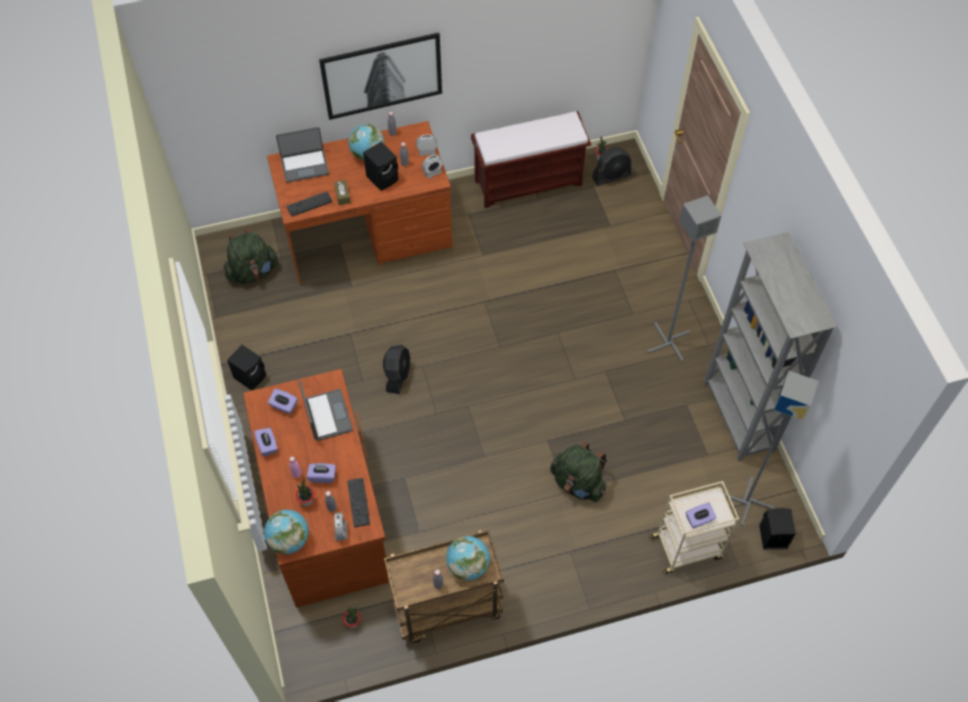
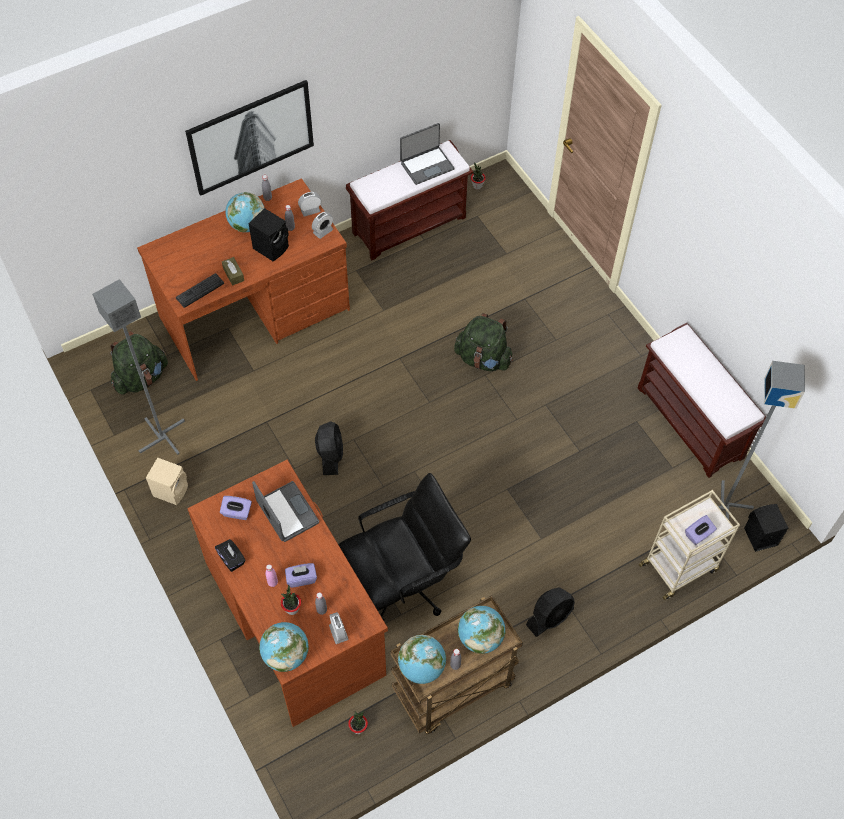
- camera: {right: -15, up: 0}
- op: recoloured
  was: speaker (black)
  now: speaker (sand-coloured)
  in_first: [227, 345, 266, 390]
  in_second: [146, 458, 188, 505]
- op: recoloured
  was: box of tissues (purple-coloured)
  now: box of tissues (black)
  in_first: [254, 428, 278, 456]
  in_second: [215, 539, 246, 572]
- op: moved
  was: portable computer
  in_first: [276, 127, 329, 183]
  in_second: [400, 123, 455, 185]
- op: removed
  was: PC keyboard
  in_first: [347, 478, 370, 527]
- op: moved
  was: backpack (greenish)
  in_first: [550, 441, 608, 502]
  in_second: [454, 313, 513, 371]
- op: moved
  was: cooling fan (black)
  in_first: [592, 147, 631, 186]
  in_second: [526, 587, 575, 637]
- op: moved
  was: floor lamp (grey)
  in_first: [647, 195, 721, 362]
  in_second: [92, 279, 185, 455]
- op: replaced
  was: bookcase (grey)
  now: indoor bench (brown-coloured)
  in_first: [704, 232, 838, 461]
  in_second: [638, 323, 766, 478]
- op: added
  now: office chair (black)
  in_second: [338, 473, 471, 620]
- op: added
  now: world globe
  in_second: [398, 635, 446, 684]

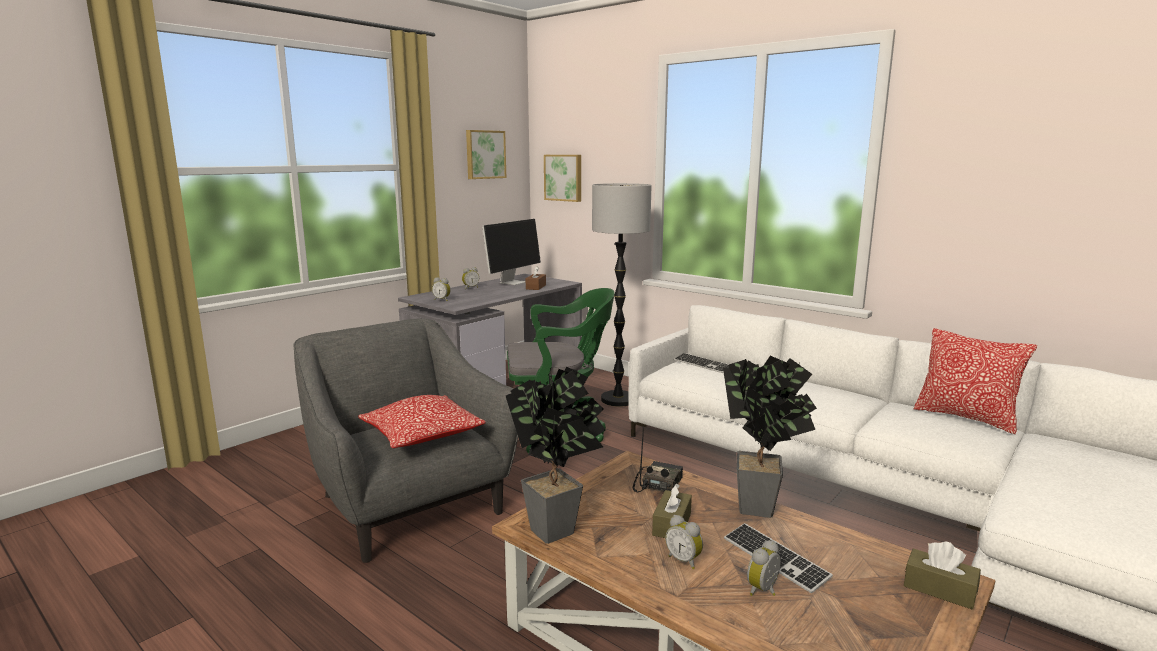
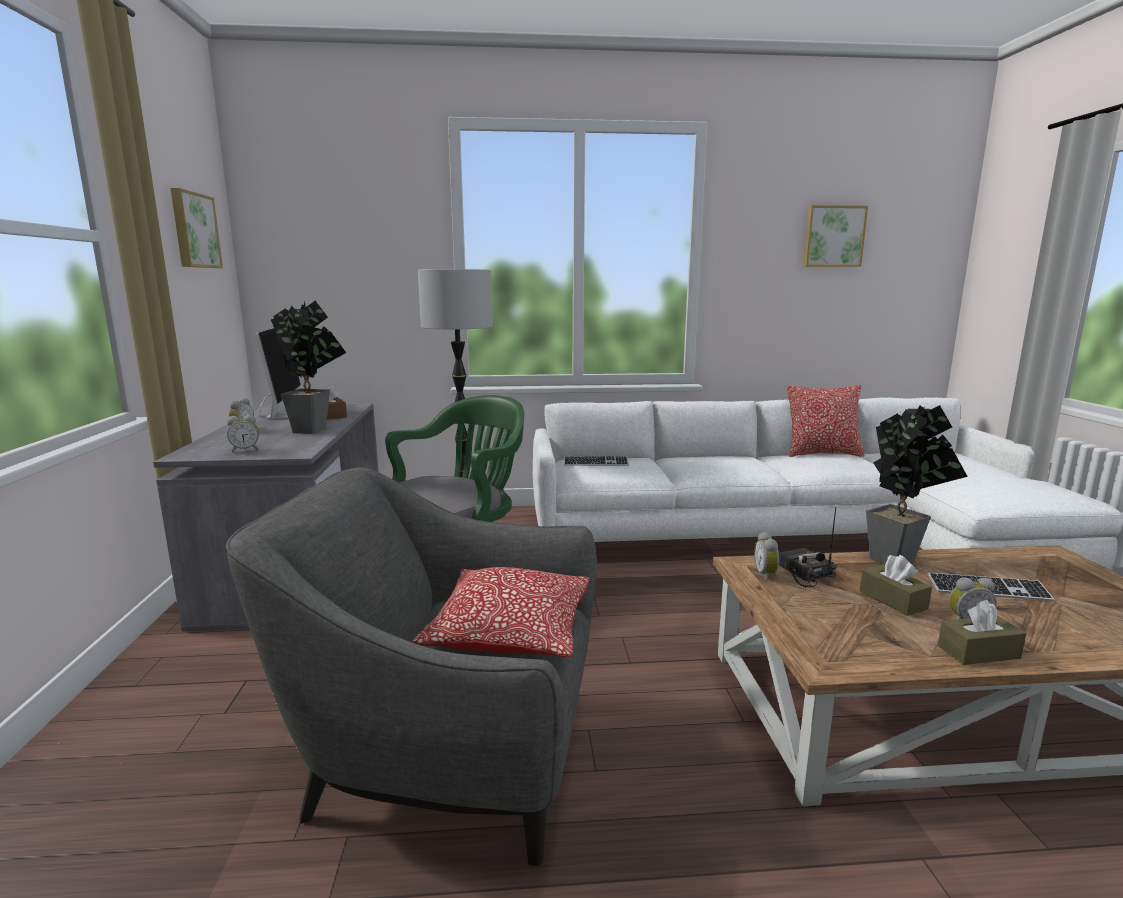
- camera: {right: -45, up: 0}
- op: moved
  was: houseplant
  in_first: [506, 367, 605, 544]
  in_second: [271, 301, 346, 434]
- op: moved
  was: picture
  in_first: [544, 155, 581, 202]
  in_second: [803, 205, 868, 267]
- op: moved
  was: table clock
  in_first: [747, 540, 781, 596]
  in_second: [754, 532, 779, 582]
- op: moved
  was: box of tissues (brown-coloured)
  in_first: [904, 542, 981, 610]
  in_second: [938, 600, 1026, 665]

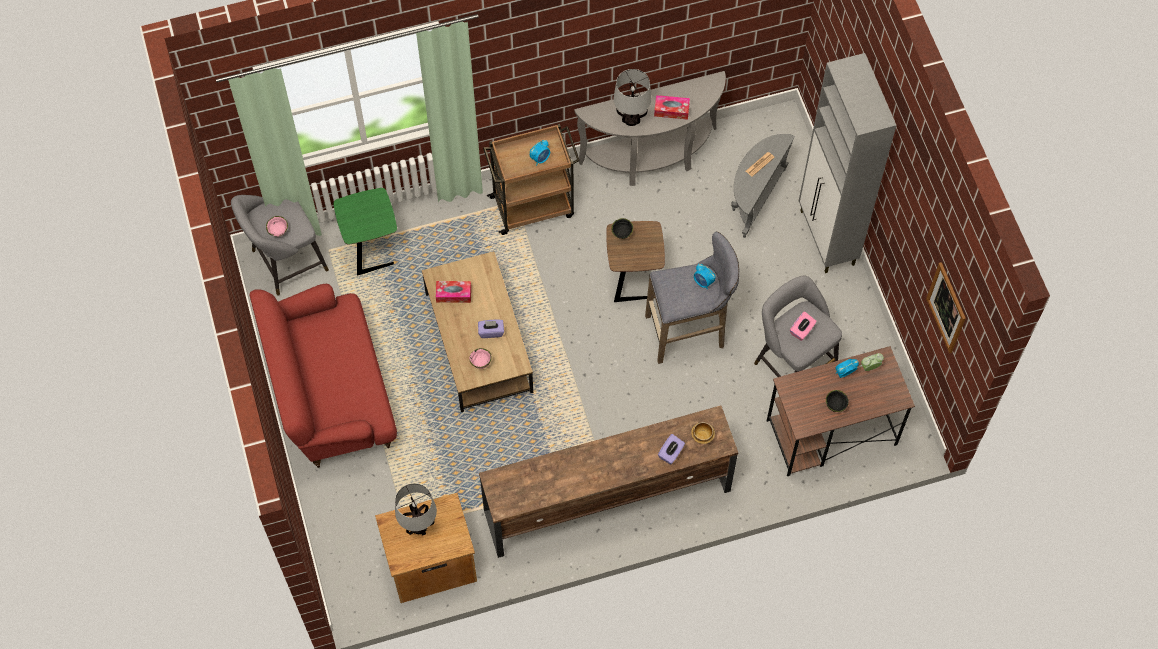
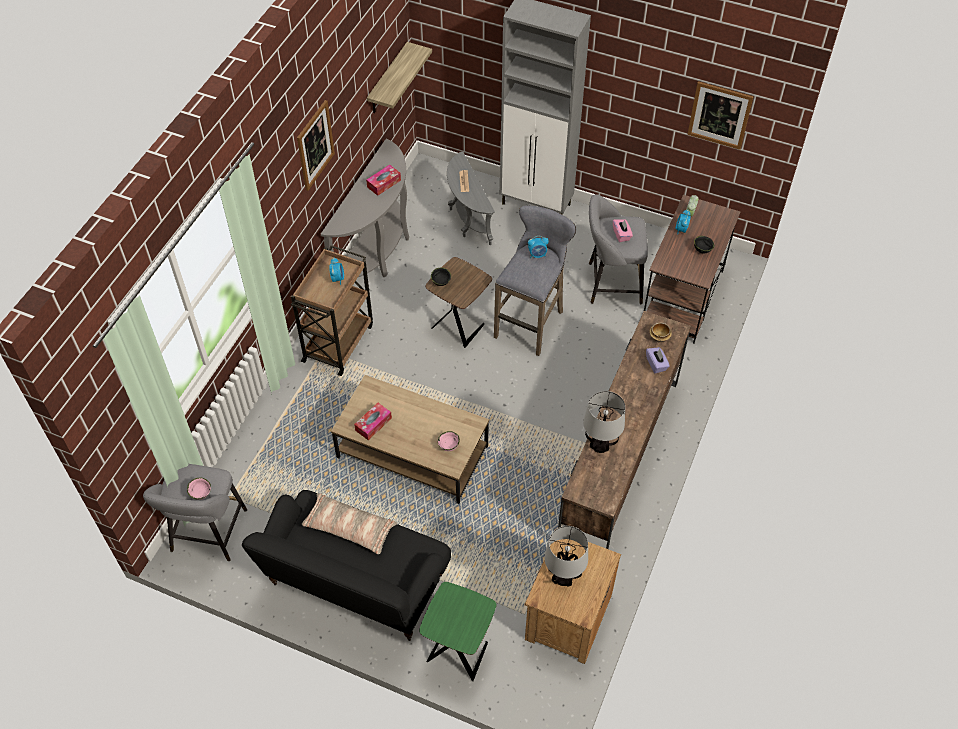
- camera: {right: -50, up: -10}
- op: recoloured
  was: sofa (red)
  now: sofa (black)
  in_first: [250, 284, 397, 468]
  in_second: [242, 490, 451, 641]
- op: moved
  was: end table (greenish)
  in_first: [333, 188, 397, 276]
  in_second: [419, 582, 497, 681]
- op: removed
  was: box of tissues (purple-coloured)
  in_first: [478, 320, 504, 338]
- op: moved
  was: tabletop lamp
  in_first: [613, 69, 651, 126]
  in_second: [583, 391, 625, 453]
- op: added
  now: picture
  in_second: [297, 100, 335, 191]
- op: added
  now: pillow
  in_second: [302, 493, 397, 554]
- op: added
  now: bracket shelf
  in_second: [367, 42, 432, 113]

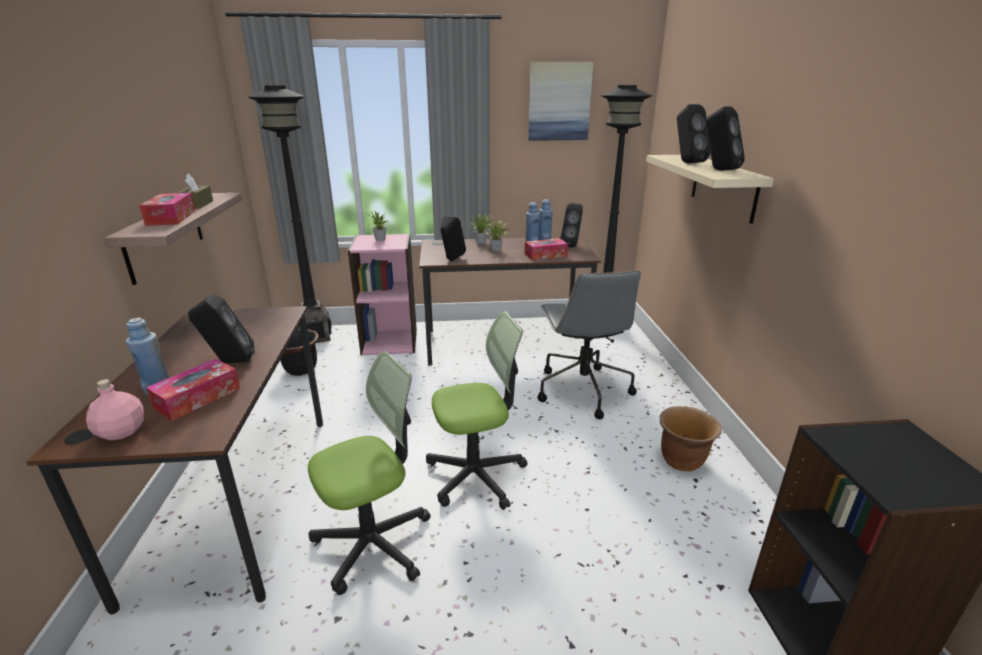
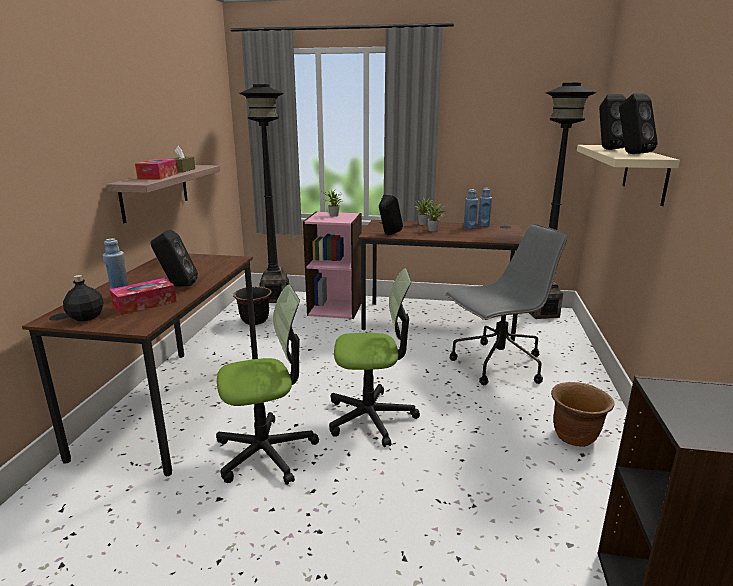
- camera: {right: 15, up: -5}
- op: recoloured
  was: beverage bottle (pinkish)
  now: beverage bottle (black)
  in_first: [86, 379, 144, 440]
  in_second: [63, 275, 104, 321]
- op: removed
  was: box of tissues
  in_first: [524, 238, 568, 260]
- op: removed
  was: picture
  in_first: [528, 62, 594, 141]
- op: turned
  was: office chair (grey)
  in_first: [537, 270, 641, 419]
  in_second: [445, 224, 567, 385]
  clockwise: -120
- op: removed
  was: speaker (black)
  in_first: [561, 203, 583, 247]

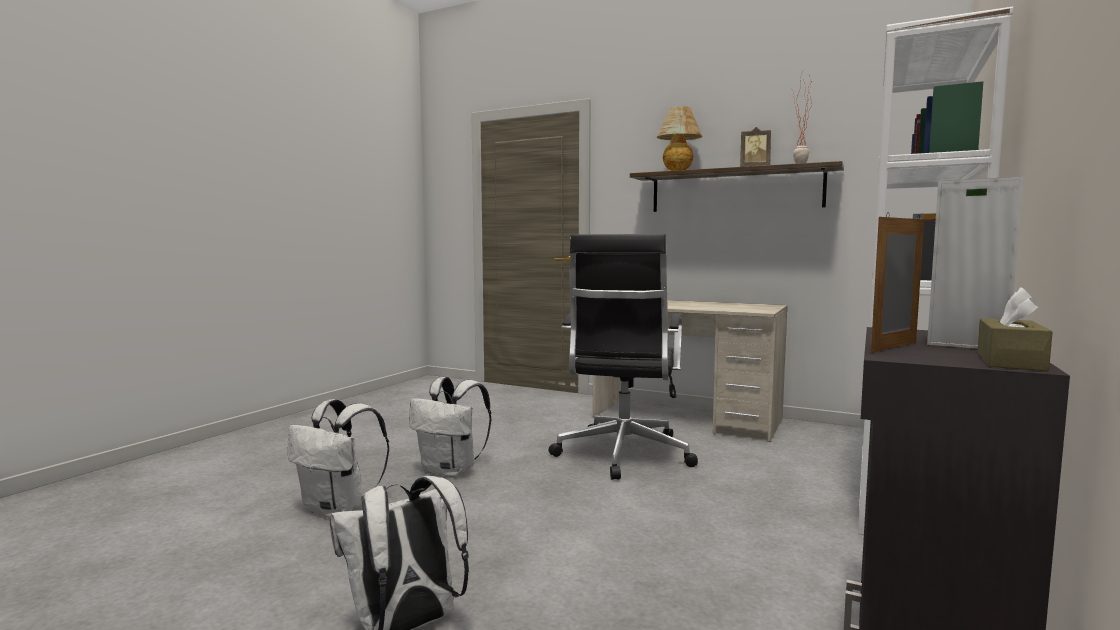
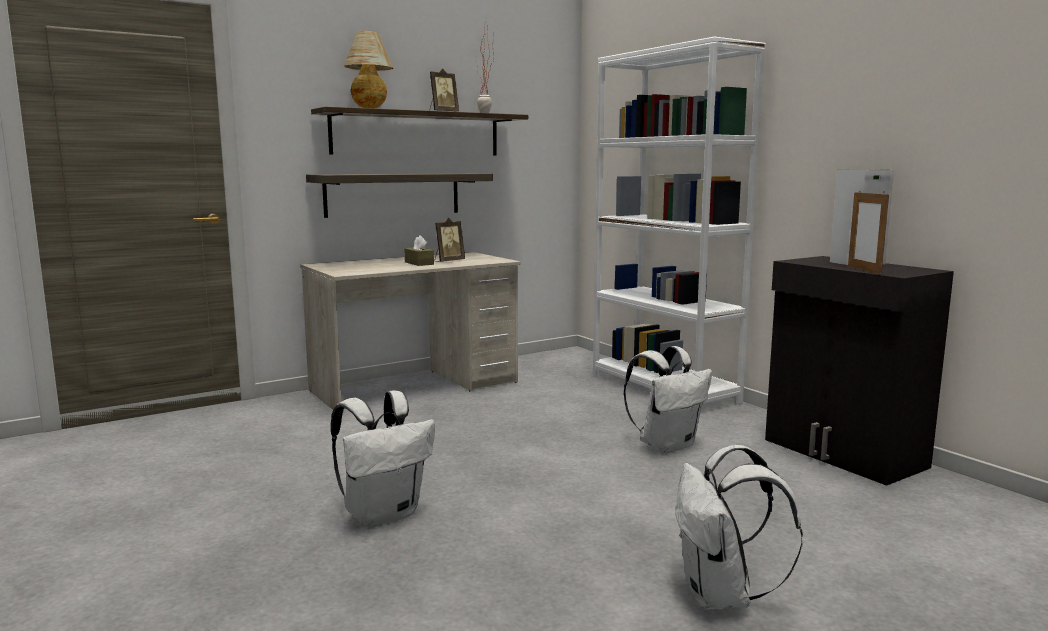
- camera: {right: -60, up: 5}
- op: moved
  was: backpack (white)
  in_first: [287, 399, 389, 518]
  in_second: [624, 346, 712, 453]
- op: removed
  was: office chair (black)
  in_first: [549, 234, 698, 480]
- op: moved
  was: box of tissues (brown-coloured)
  in_first: [977, 288, 1053, 371]
  in_second: [404, 235, 434, 266]
- op: added
  now: bracket shelf
  in_second: [306, 173, 493, 218]
- op: added
  now: photo frame
  in_second: [435, 218, 465, 262]

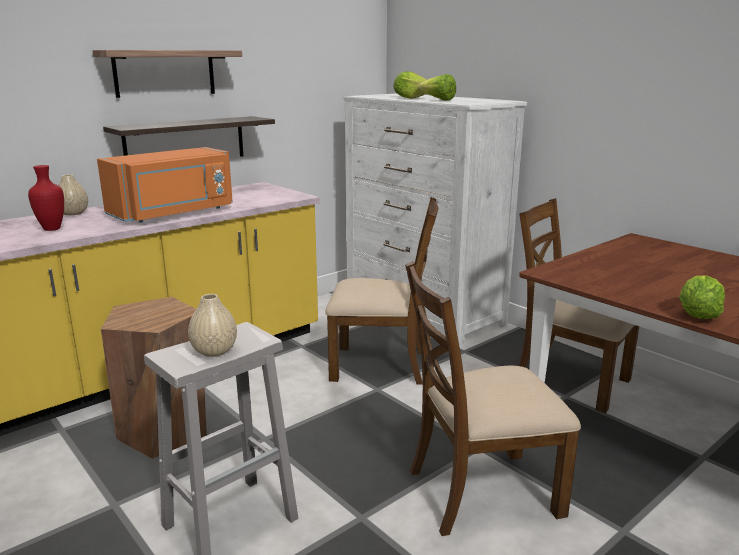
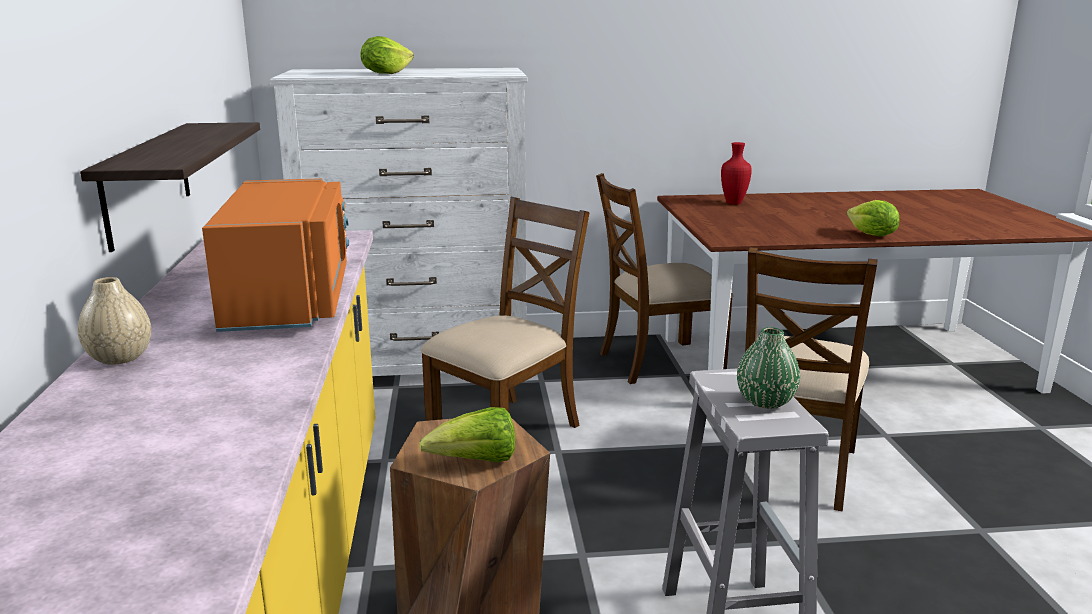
- camera: {right: -55, up: 0}
- op: moved
  was: vase (red)
  in_first: [28, 165, 64, 231]
  in_second: [721, 142, 752, 205]
- op: removed
  was: bracket shelf
  in_first: [92, 50, 242, 98]
- op: recoloured
  was: vase (sand-coloured)
  now: vase (greenish)
  in_first: [188, 294, 237, 357]
  in_second: [737, 327, 800, 409]
- op: moved
  was: lettuce
  in_first: [417, 74, 456, 101]
  in_second: [419, 407, 515, 463]

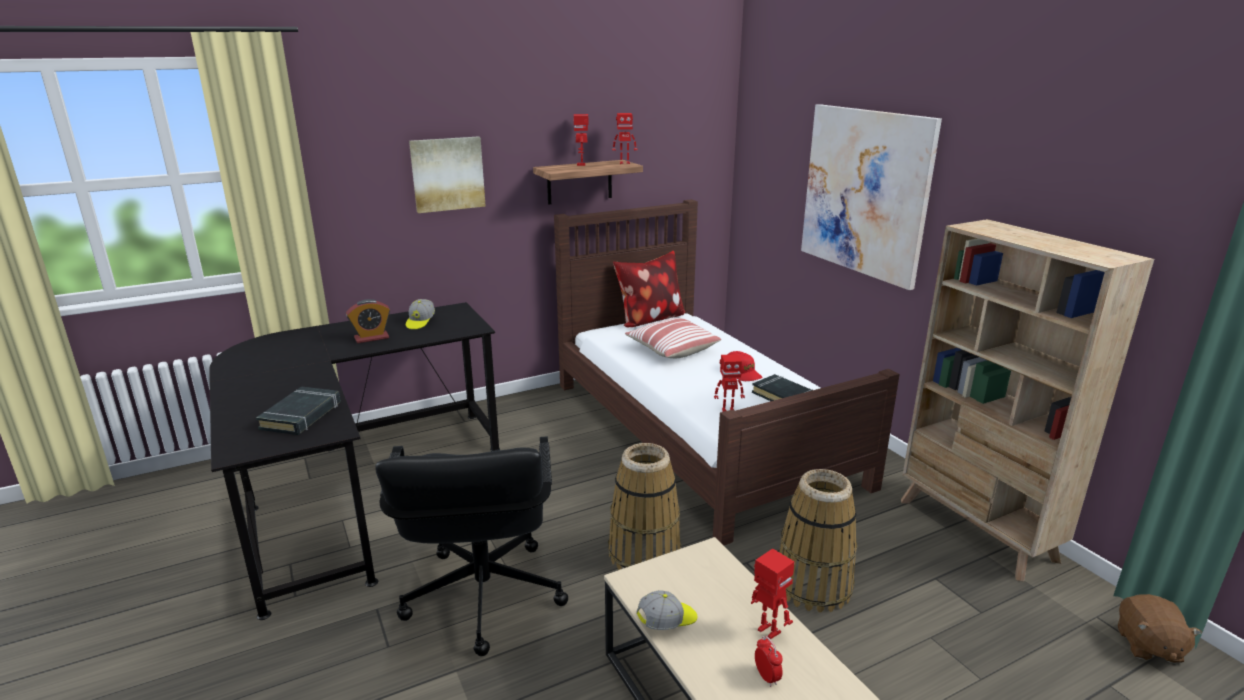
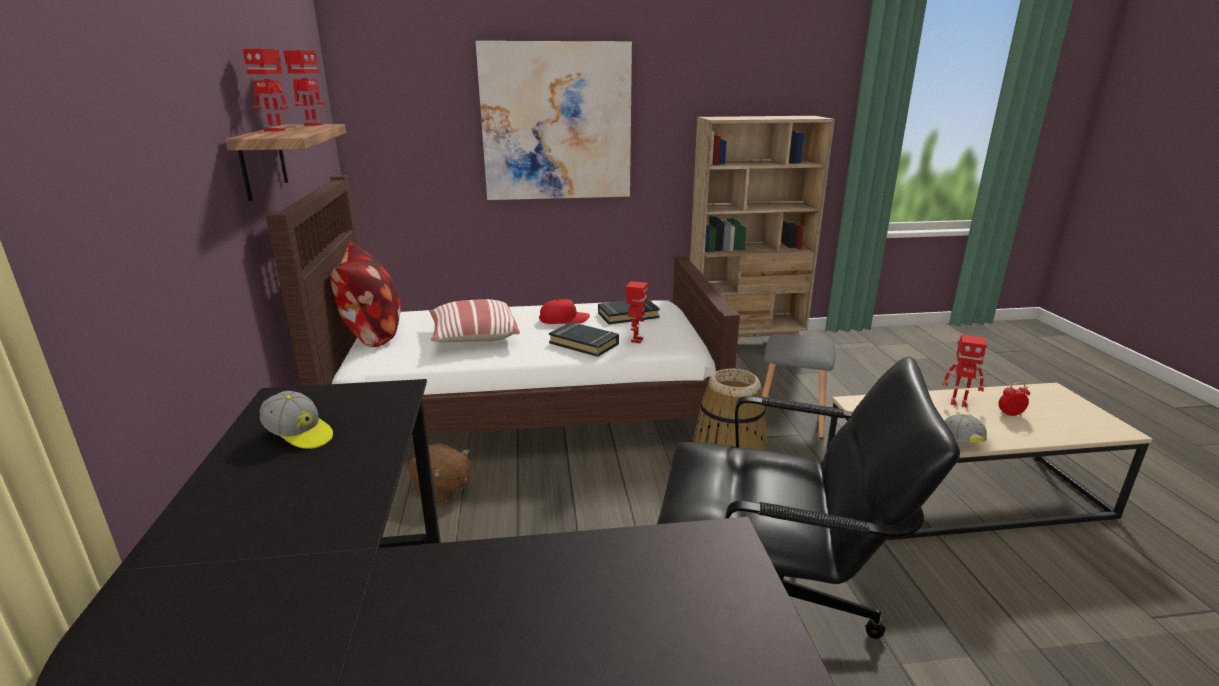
- camera: {right: -70, up: 0}
- op: moved
  was: volume (black)
  in_first: [256, 386, 341, 435]
  in_second: [549, 322, 619, 357]
- op: removed
  was: table clock
  in_first: [346, 299, 390, 343]
- op: removed
  was: picture
  in_first: [409, 136, 486, 213]
- op: turned
  was: model robot
  in_first: [751, 548, 795, 639]
  in_second: [943, 334, 987, 407]
  clockwise: -135
- op: replaced
  was: storage basket
  now: stool seat (grey)
  in_first: [779, 469, 857, 613]
  in_second: [762, 334, 836, 439]
- op: moved
  was: plush toy (brown-coloured)
  in_first: [1118, 594, 1202, 664]
  in_second: [408, 443, 471, 502]

